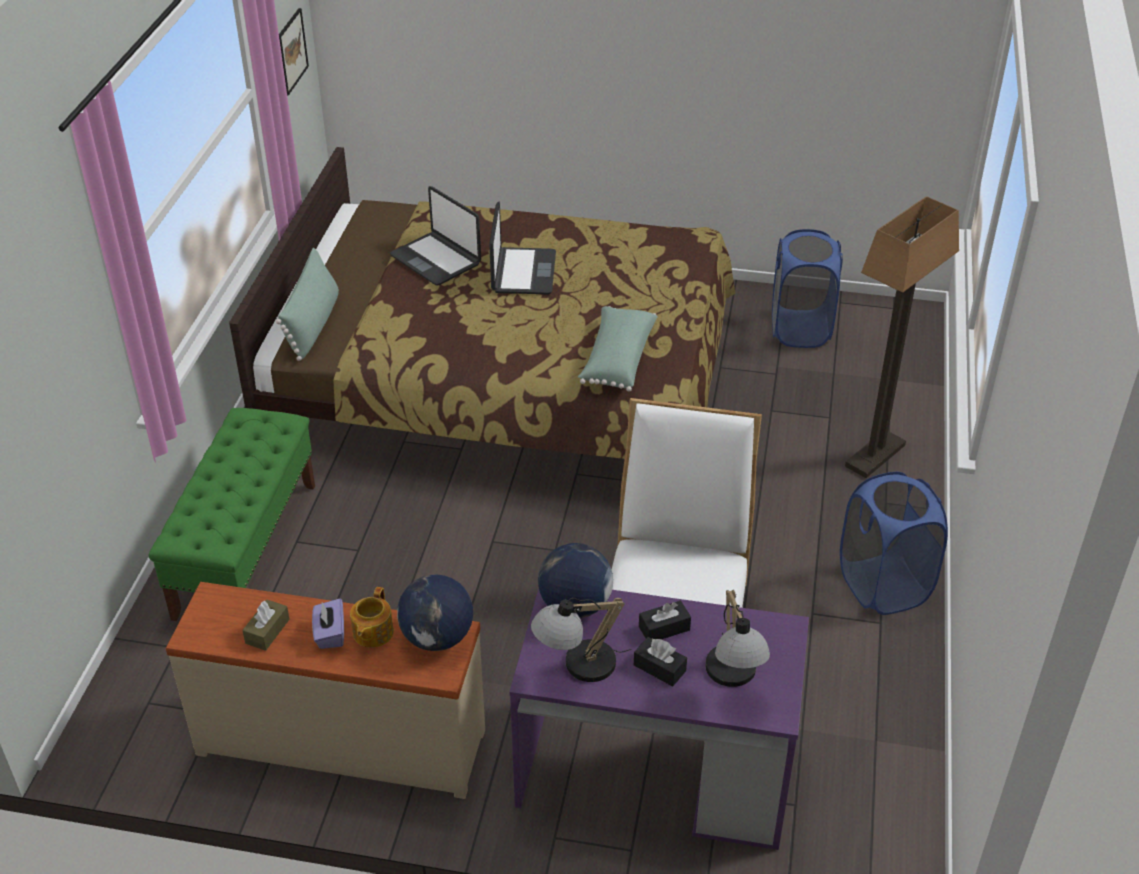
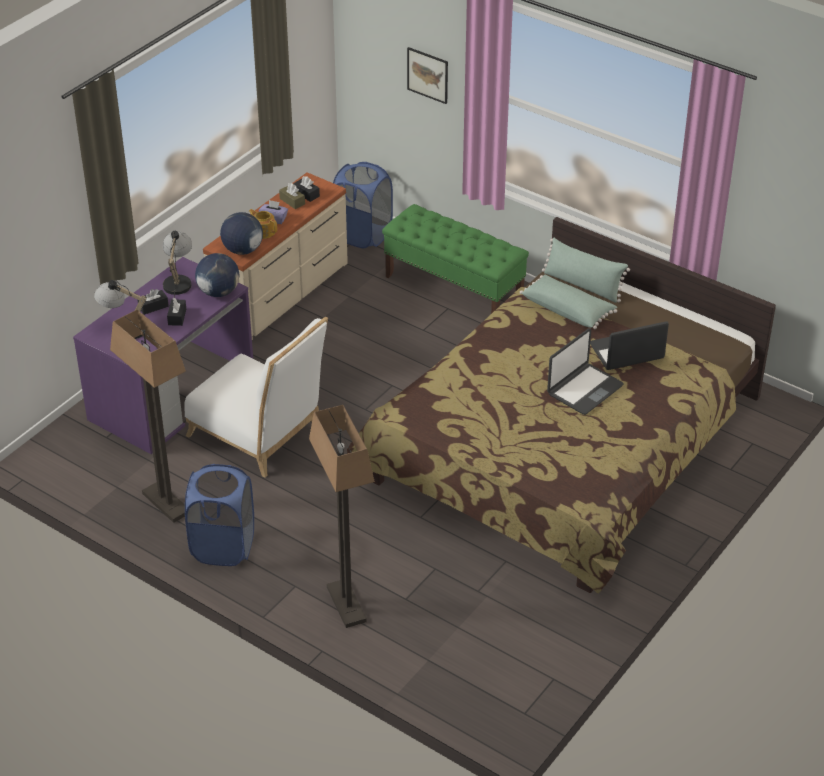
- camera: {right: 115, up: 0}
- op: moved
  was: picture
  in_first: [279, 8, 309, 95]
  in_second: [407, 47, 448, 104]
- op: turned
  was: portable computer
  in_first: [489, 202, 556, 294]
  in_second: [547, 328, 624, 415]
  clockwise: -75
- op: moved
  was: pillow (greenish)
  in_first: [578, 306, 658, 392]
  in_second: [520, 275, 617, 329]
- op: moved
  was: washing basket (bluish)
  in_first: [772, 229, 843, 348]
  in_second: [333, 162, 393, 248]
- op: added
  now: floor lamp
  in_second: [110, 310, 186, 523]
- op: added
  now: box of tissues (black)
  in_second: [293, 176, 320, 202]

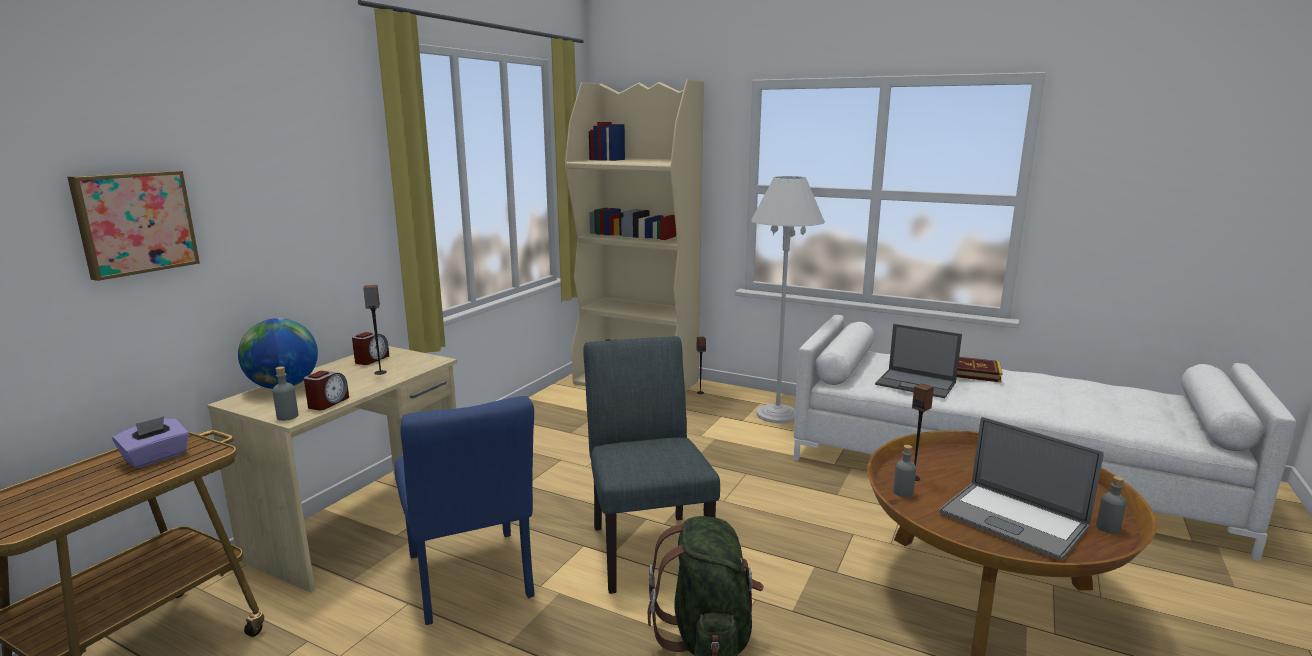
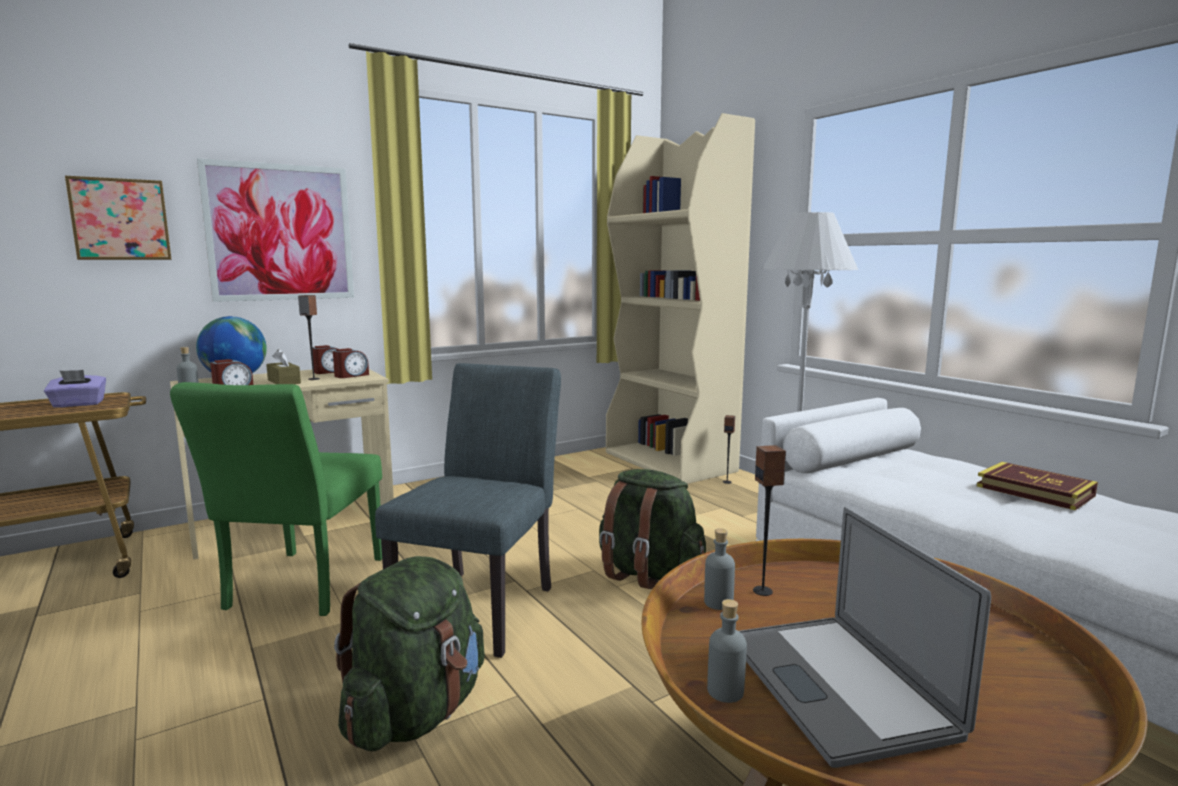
- camera: {right: 30, up: -5}
- op: recoloured
  was: chair (bluish)
  now: chair (greenish)
  in_first: [395, 396, 535, 625]
  in_second: [170, 382, 382, 616]
- op: removed
  was: portable computer
  in_first: [875, 324, 962, 398]
- op: moved
  was: beverage bottle (grey)
  in_first: [1096, 476, 1126, 534]
  in_second: [707, 599, 747, 703]
- op: added
  now: picture
  in_second: [197, 158, 354, 302]
- op: added
  now: box of tissues (brown-coloured)
  in_second: [266, 349, 301, 384]
- op: added
  now: table clock
  in_second: [333, 348, 369, 378]
- op: added
  now: backpack (greenish)
  in_second: [599, 469, 706, 589]

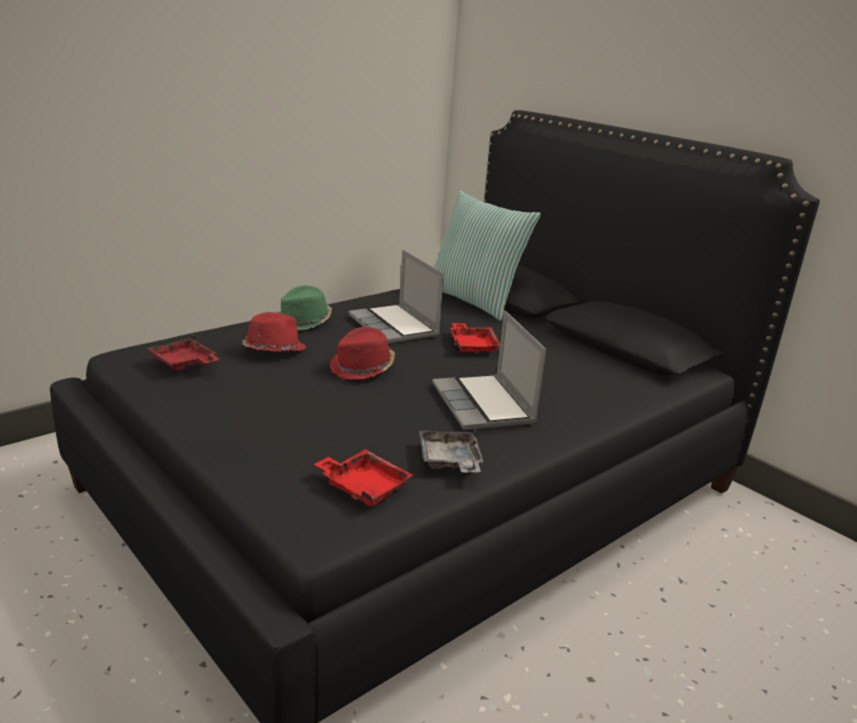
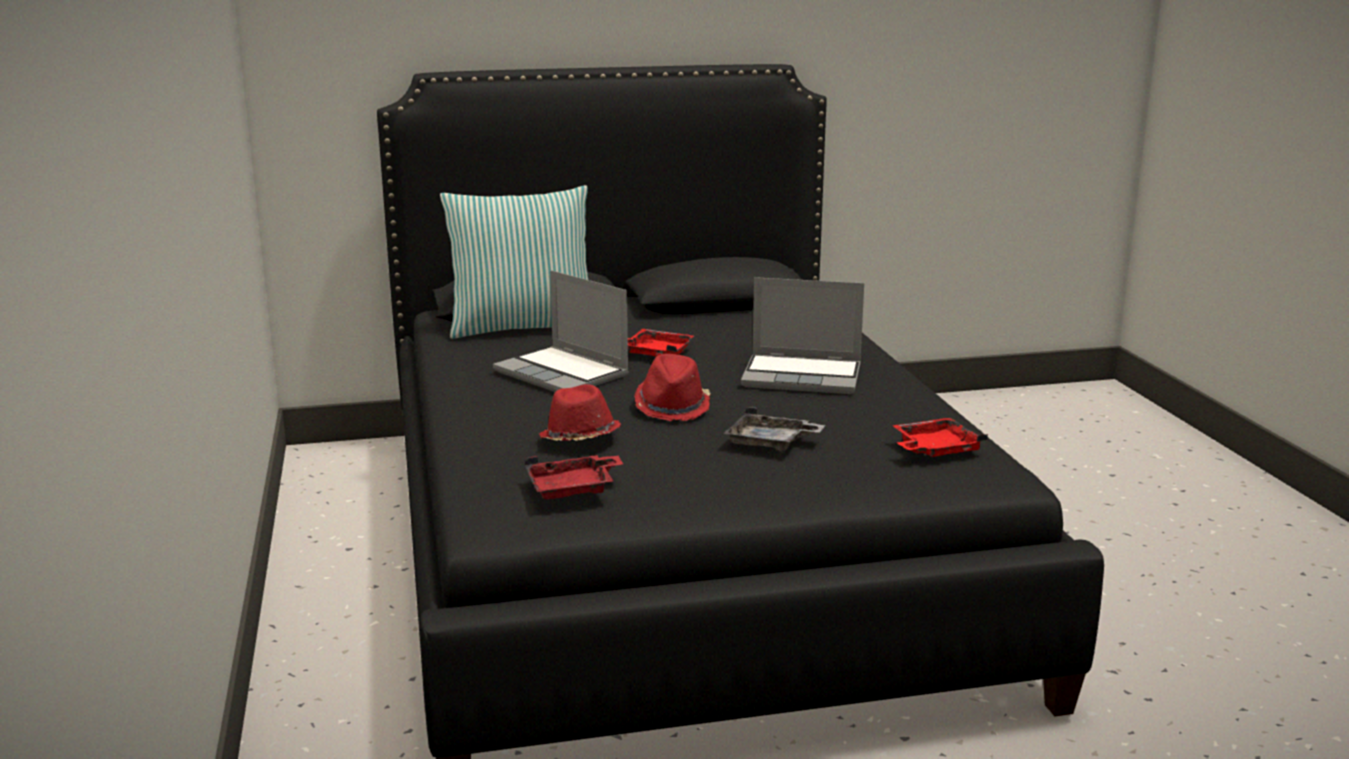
- camera: {right: -60, up: -5}
- op: removed
  was: clothing hat (greenish)
  in_first: [278, 285, 332, 330]
- op: turned
  was: portable computer
  in_first: [348, 249, 444, 344]
  in_second: [493, 270, 629, 392]
  clockwise: 45
- op: moved
  was: serving tray (grey)
  in_first: [419, 428, 484, 473]
  in_second: [723, 407, 825, 451]

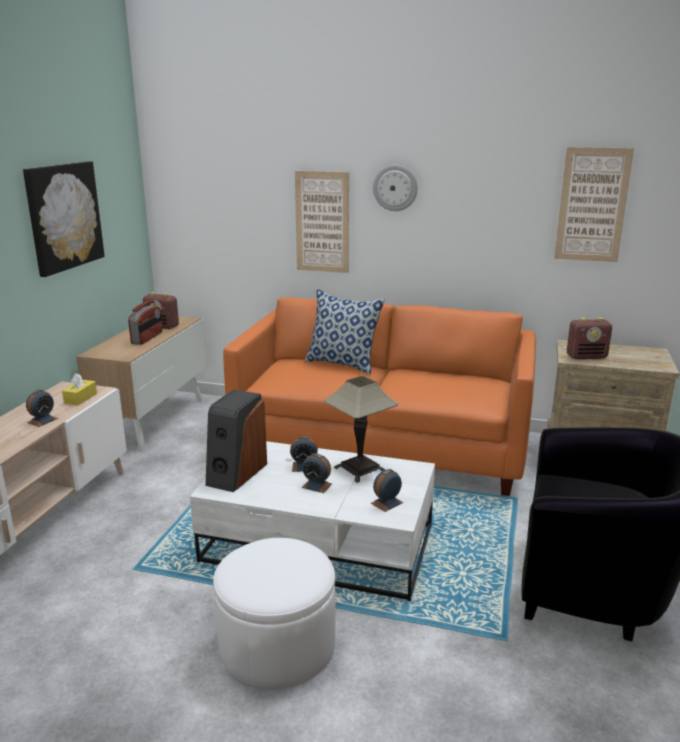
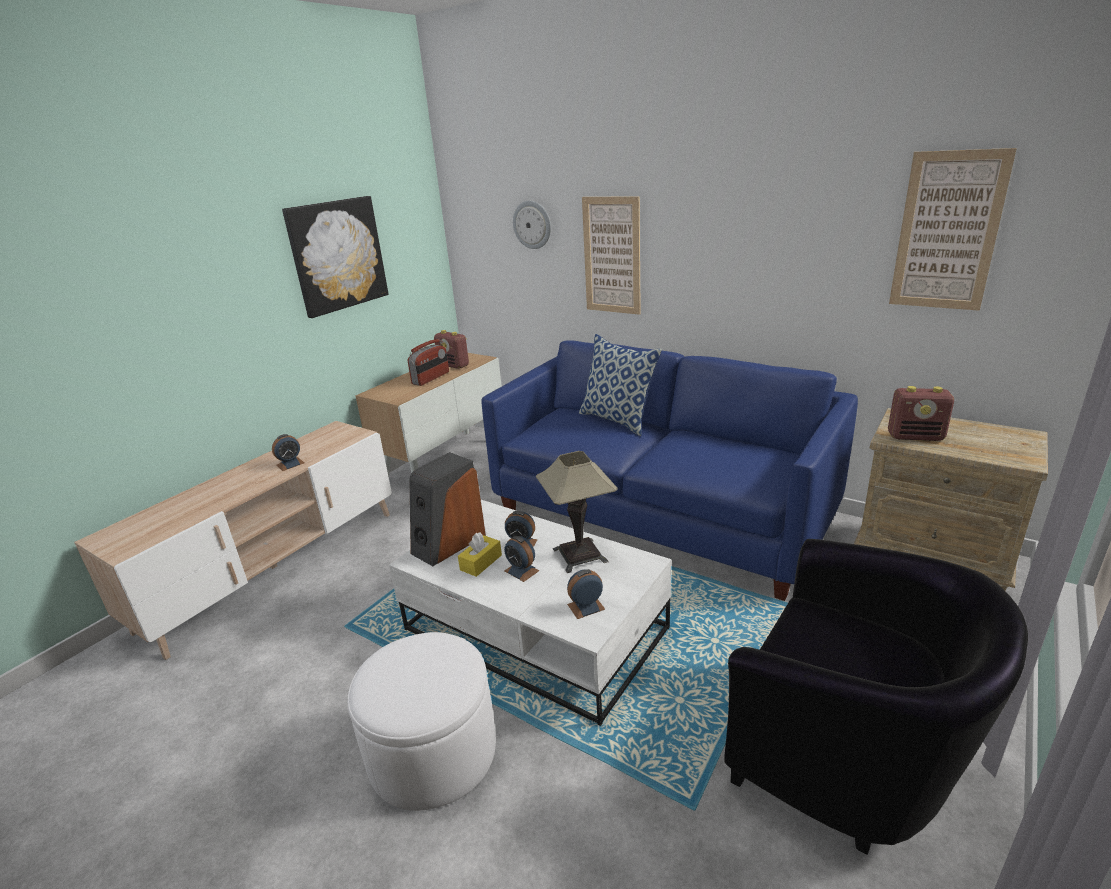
- camera: {right: 20, up: 5}
- op: moved
  was: box of tissues (yellow)
  in_first: [62, 373, 97, 405]
  in_second: [458, 532, 502, 577]
- op: recoloured
  was: sofa (orangey)
  now: sofa (bluish)
  in_first: [223, 297, 536, 496]
  in_second: [481, 340, 858, 601]
- op: moved
  was: hanging clock
  in_first: [373, 165, 418, 211]
  in_second: [513, 201, 551, 249]

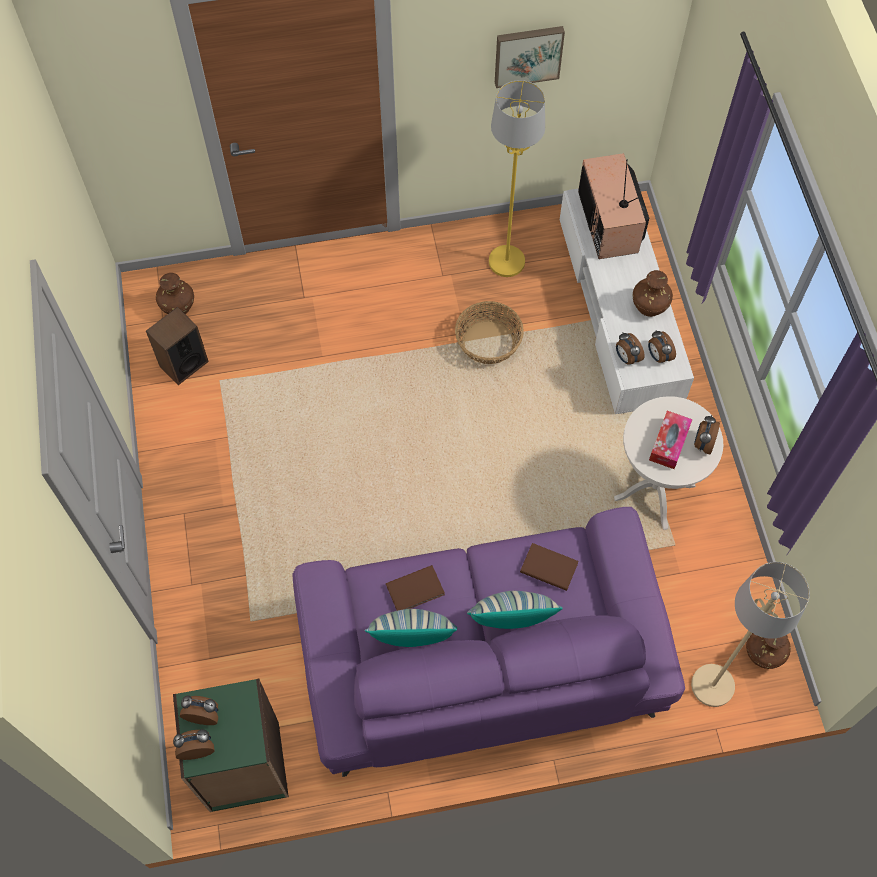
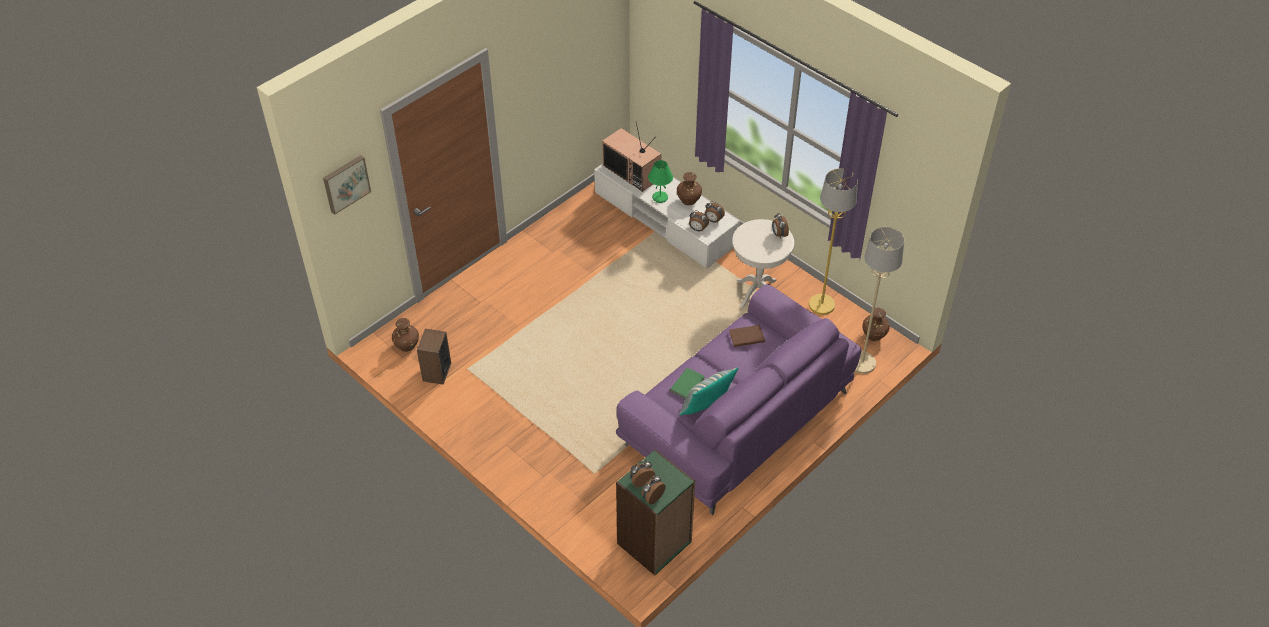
- camera: {right: -35, up: -15}
- op: recoloured
  was: volume (brown-coloured)
  now: volume (greenish)
  in_first: [386, 565, 445, 611]
  in_second: [670, 368, 705, 399]
- op: removed
  was: storage basket
  in_first: [455, 301, 524, 364]
- op: removed
  was: pillow
  in_first: [467, 591, 563, 629]
- op: moved
  was: floor lamp (yellow)
  in_first: [489, 80, 545, 277]
  in_second: [809, 169, 858, 315]
- op: moved
  was: picture
  in_first: [495, 26, 565, 88]
  in_second: [323, 155, 371, 215]
- op: removed
  was: box of tissues
  in_first: [649, 411, 693, 469]
- op: added
  now: tabletop lamp (greenish)
  in_second: [648, 160, 673, 203]

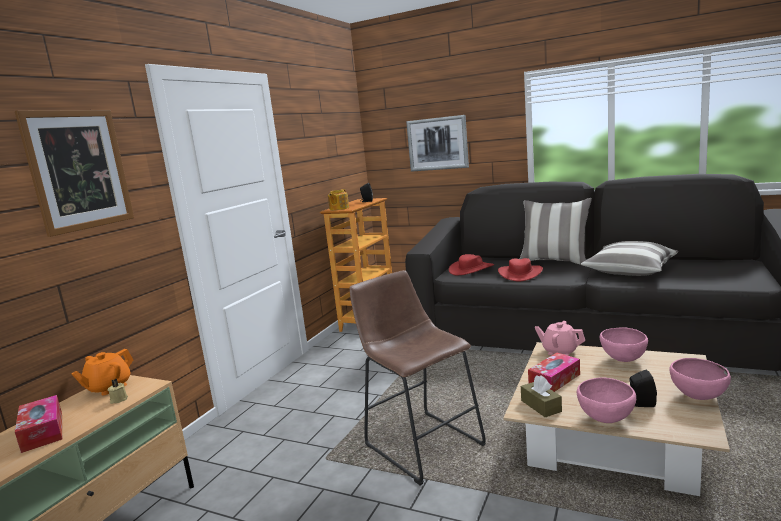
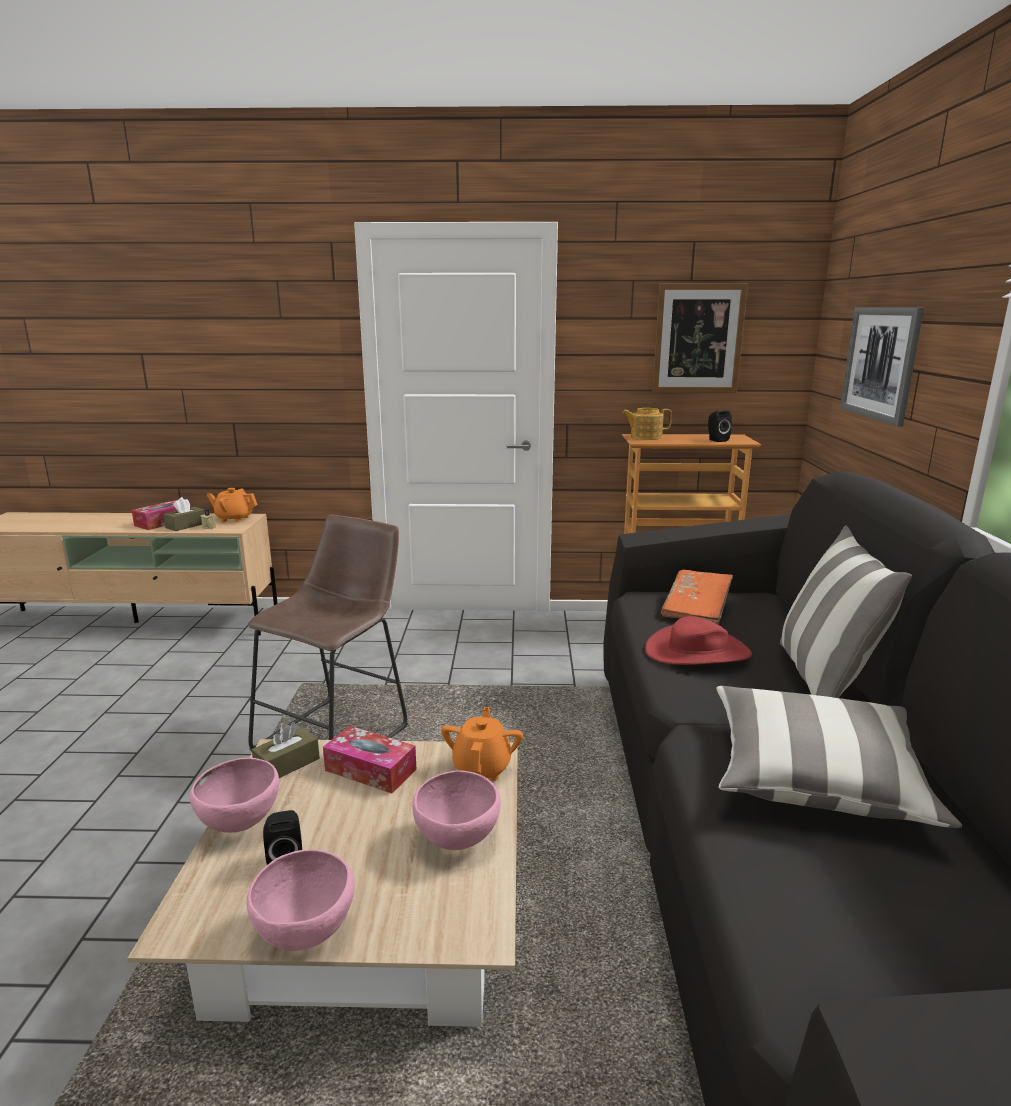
- camera: {right: 65, up: 5}
- op: moved
  was: picture
  in_first: [15, 110, 134, 237]
  in_second: [652, 283, 748, 393]
- op: replaced
  was: clothing hat (red)
  now: volume (orangey)
  in_first: [449, 254, 494, 276]
  in_second: [661, 569, 733, 624]
- op: recoloured
  was: tea pot (pinkish)
  now: tea pot (orangey)
  in_first: [535, 321, 585, 356]
  in_second: [441, 707, 523, 781]
- op: added
  now: box of tissues (brown-coloured)
  in_second: [163, 497, 205, 531]

